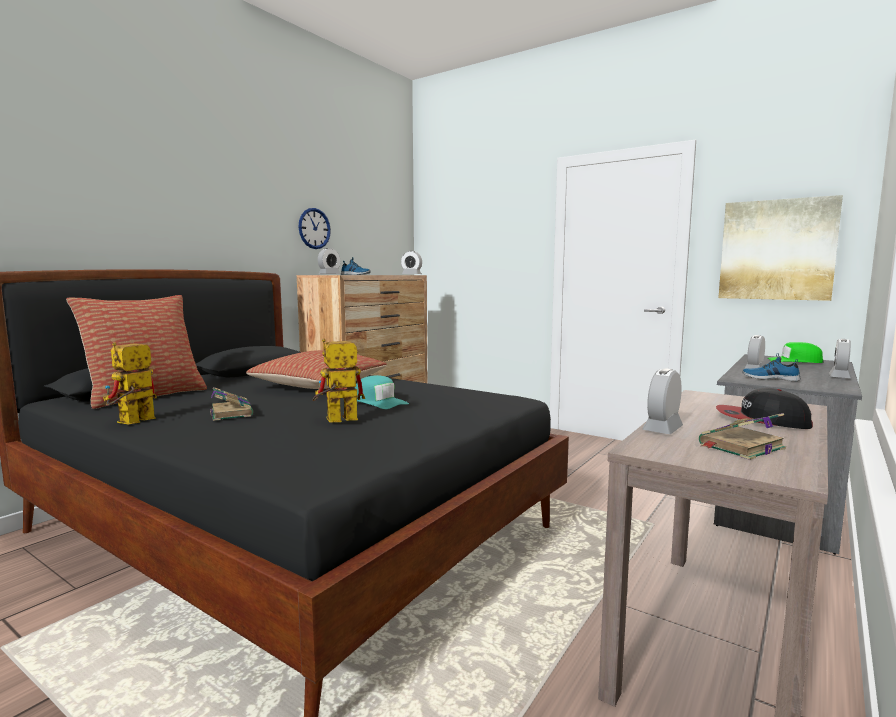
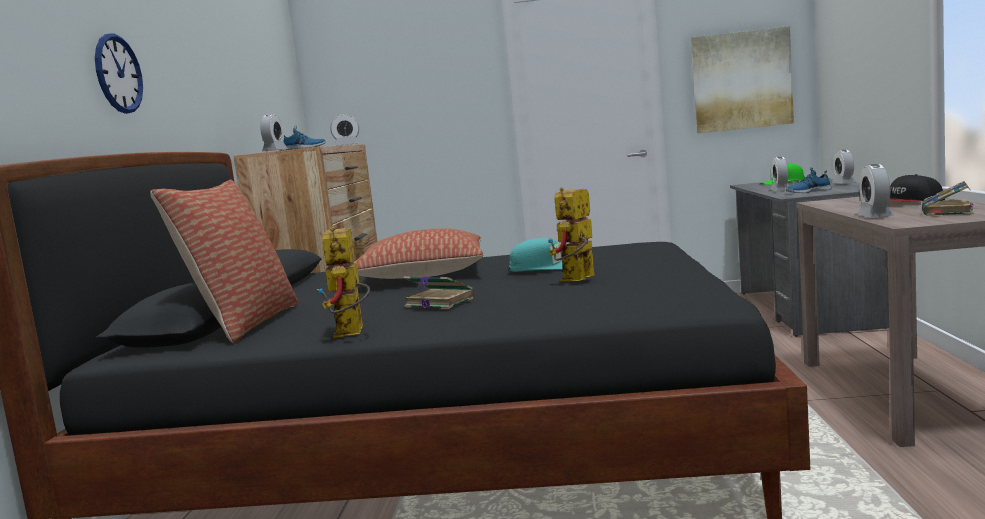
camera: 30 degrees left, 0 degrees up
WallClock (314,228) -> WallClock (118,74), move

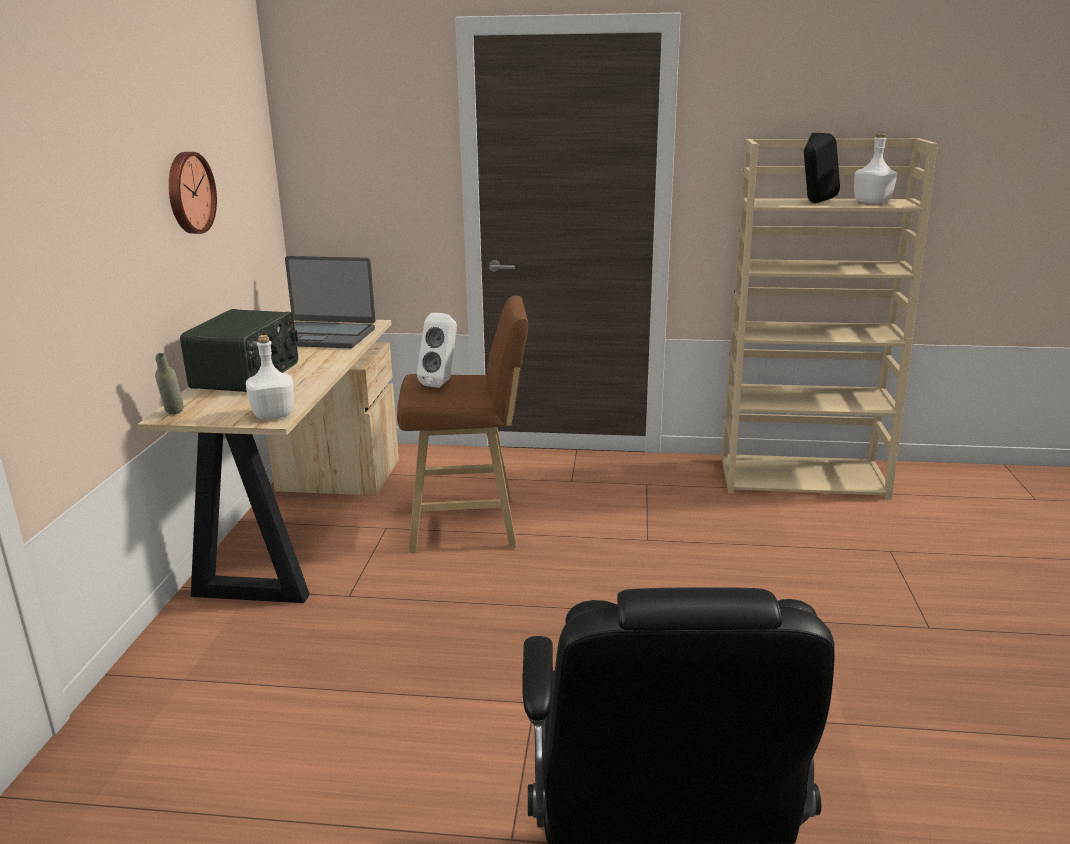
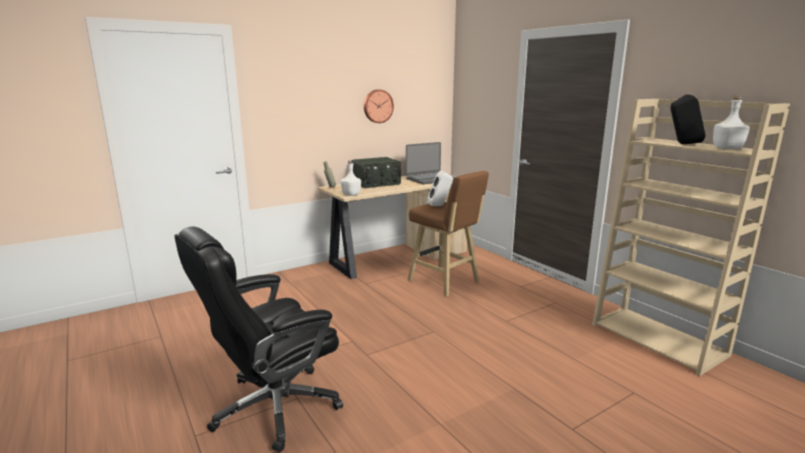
camera: 50 degrees right, 5 degrees down
Laptop (322,336) -> Laptop (431,179), 90 degrees counterclockwise

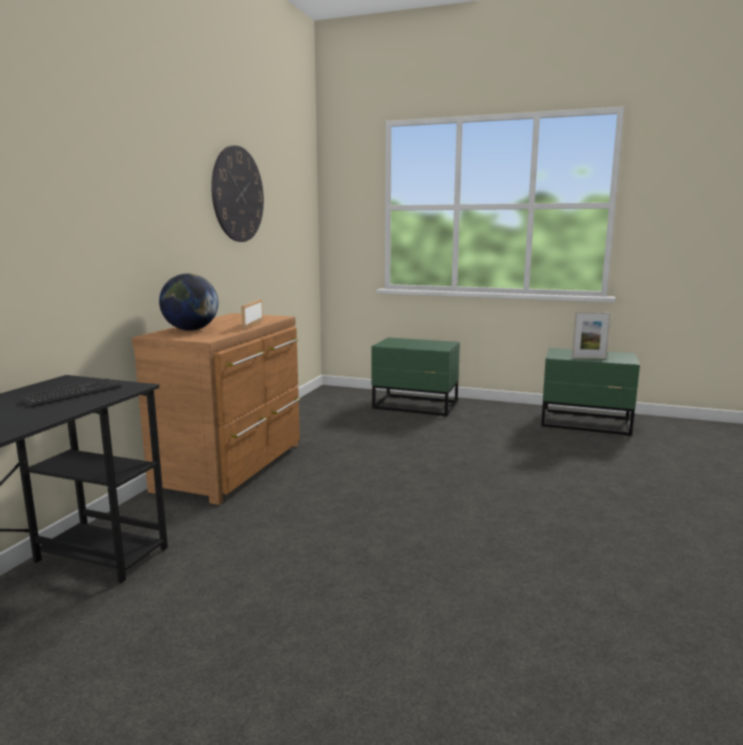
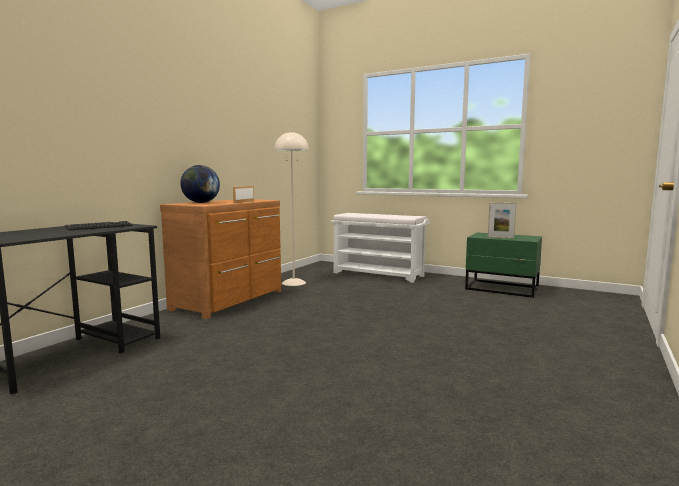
camera: 10 degrees right, 5 degrees down
WallClock (238,194) -> none
GreenNightstand (416,406) -> WhiteBench (379,274)
none -> BeigeFloorLamp (293,283)

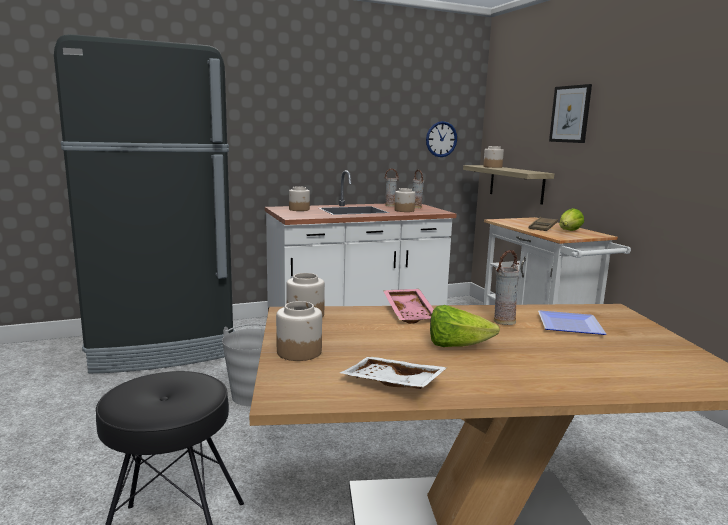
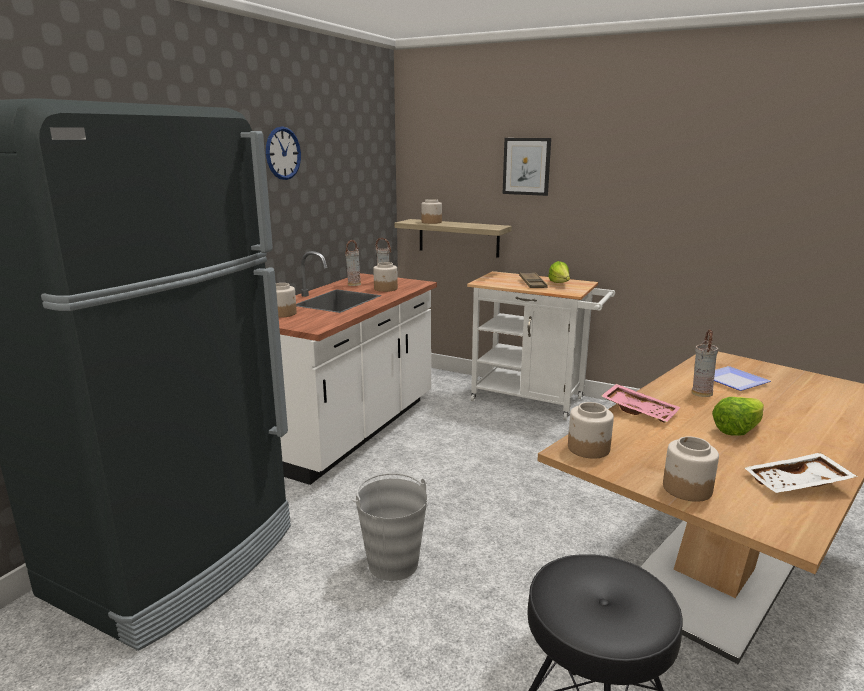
camera: 40 degrees left, 5 degrees up
WallClock (441,139) -> WallClock (283,153), move

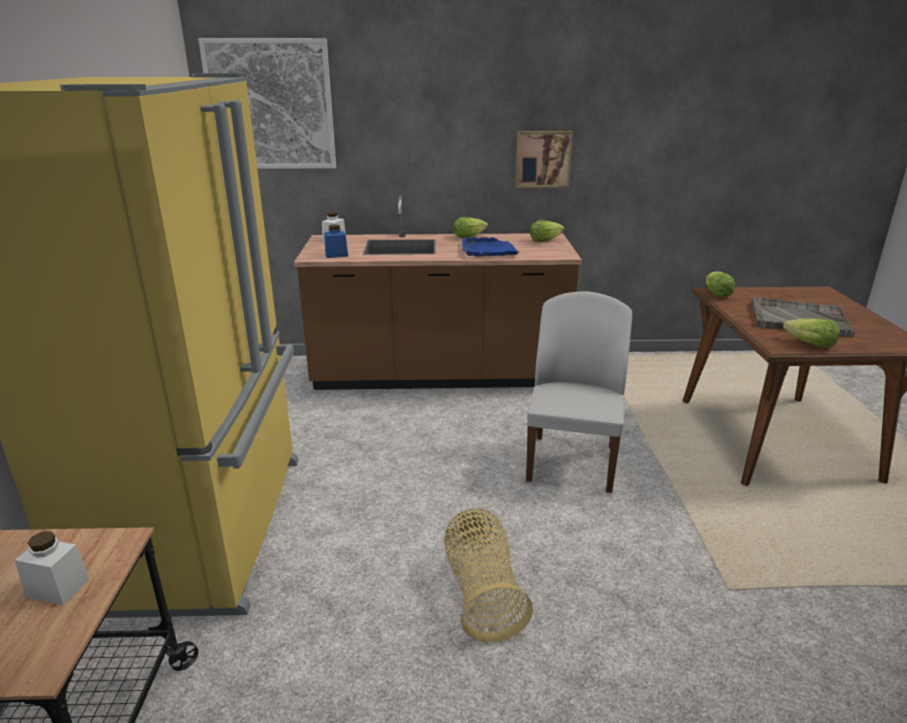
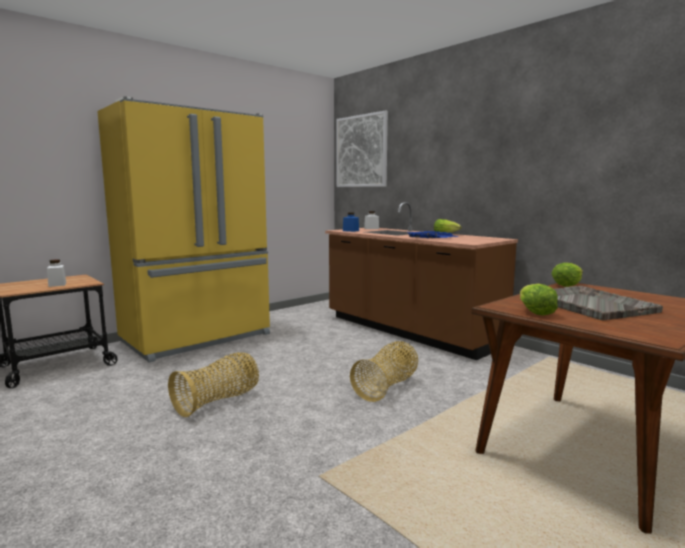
camera: 50 degrees right, 15 degrees down
Picture (542,159) -> none
WhiteChair (572,461) -> Basket (387,387)
Lettuce (544,240) -> none

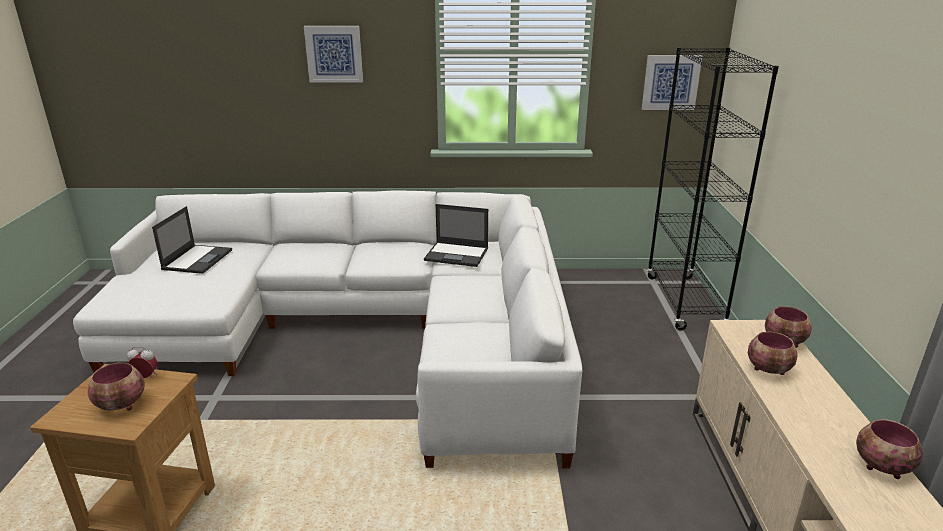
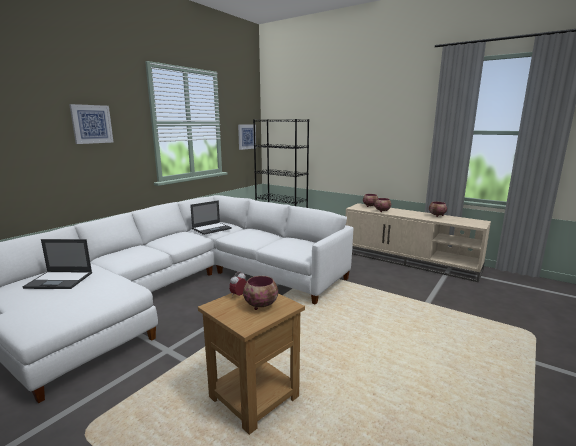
camera: 55 degrees left, 10 degrees down
Laptop (198,259) -> Laptop (60,280), 135 degrees clockwise

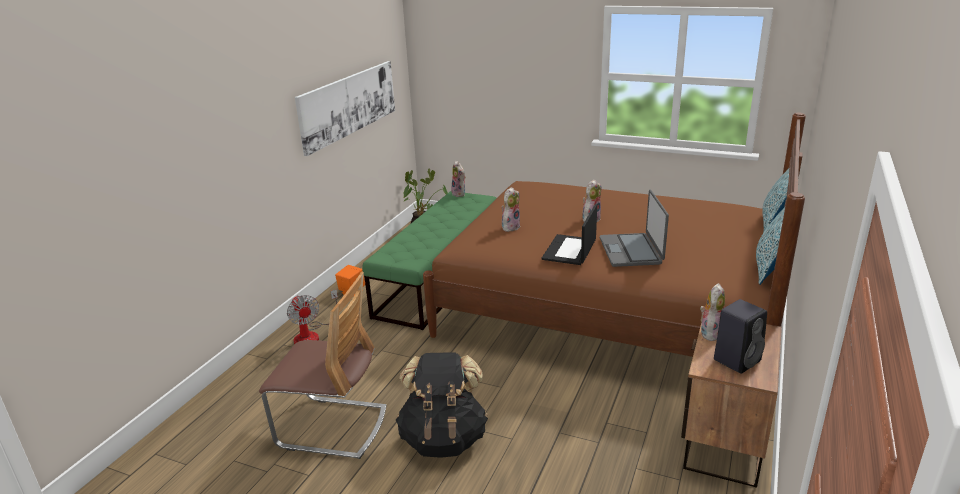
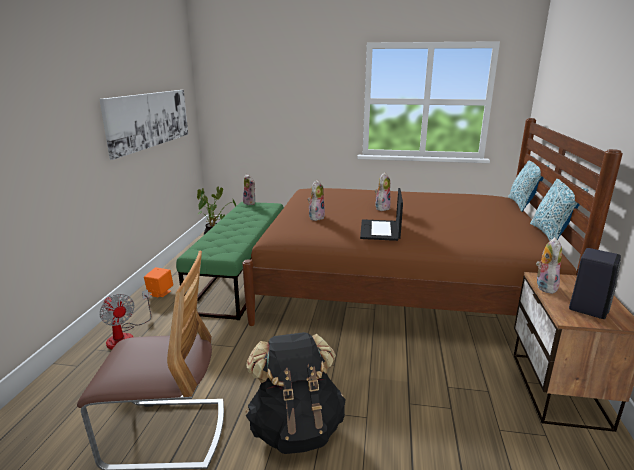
camera: 15 degrees left, 5 degrees down
Laptop (631,251) -> none

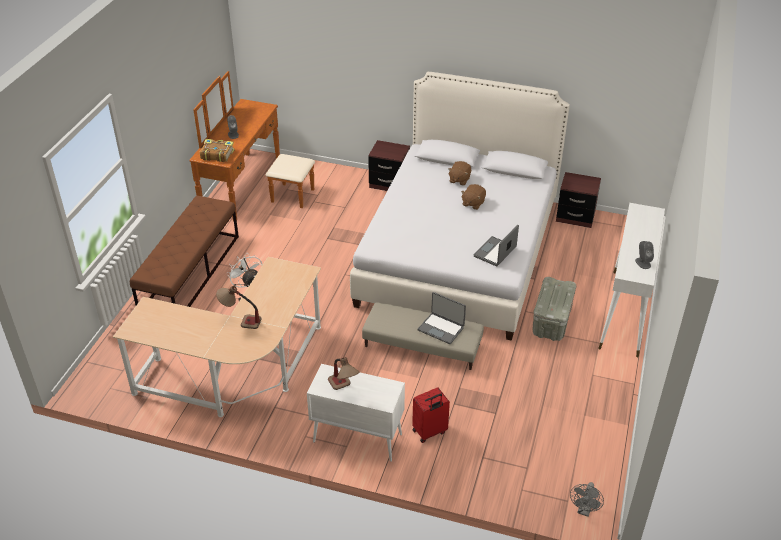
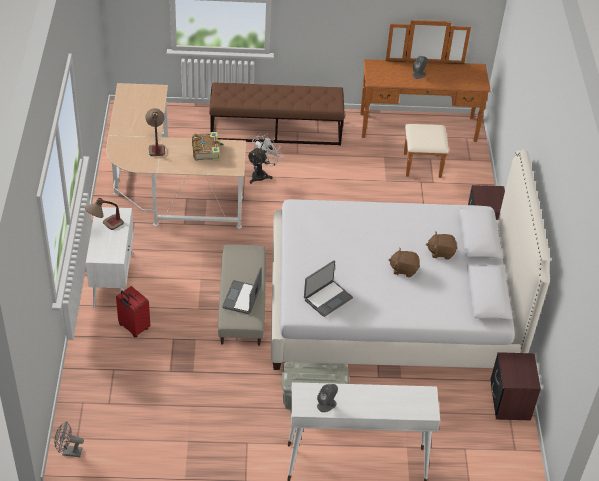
camera: 70 degrees right, 5 degrees up
Book (217,154) -> Book (206,150), move
Laptop (495,252) -> Laptop (327,298), 120 degrees clockwise

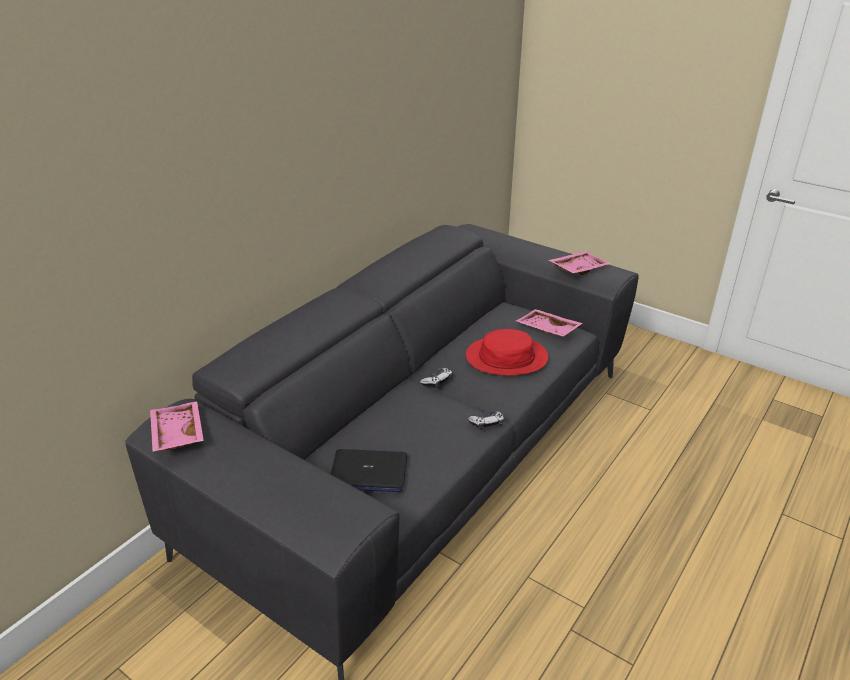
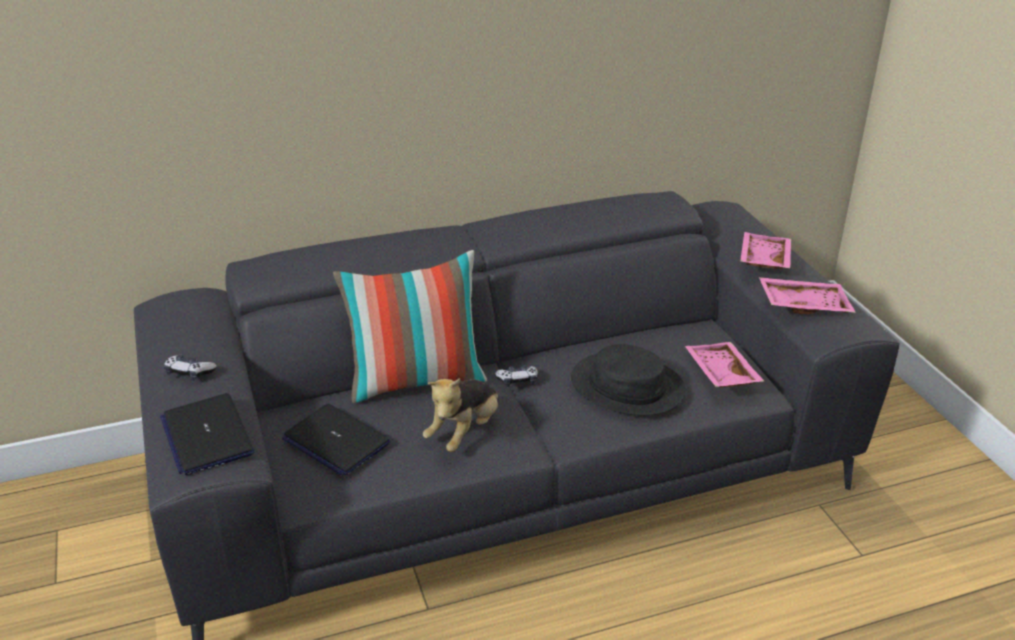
camera: 35 degrees right, 0 degrees up
PinkTray (176,434) -> PinkTray (762,260), move
RedHat (506,357) -> BlackHat (627,385)
GameController (487,424) -> GameController (189,373), move
none -> Laptop (207,435)
none -> Pillow (416,380)
none -> PlushToy (464,432)

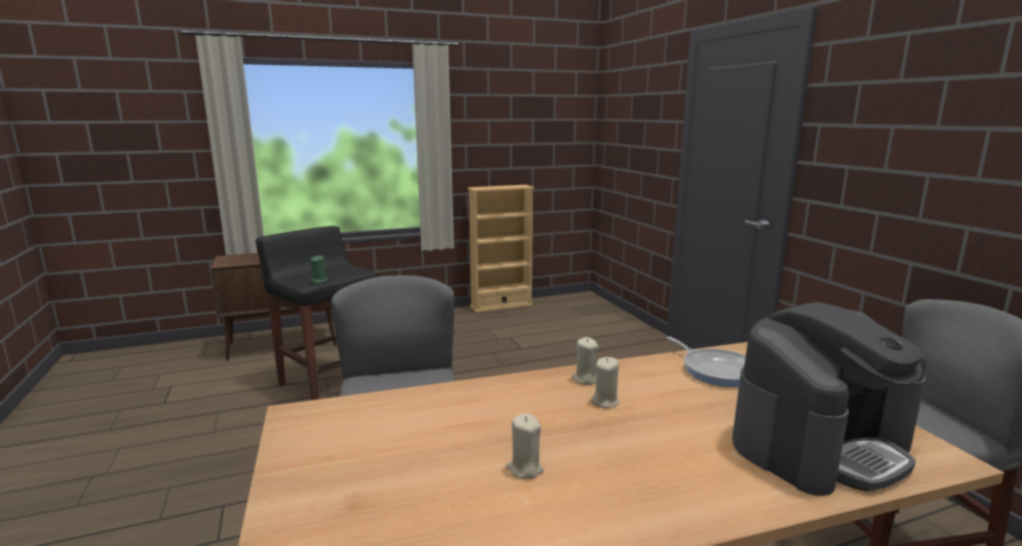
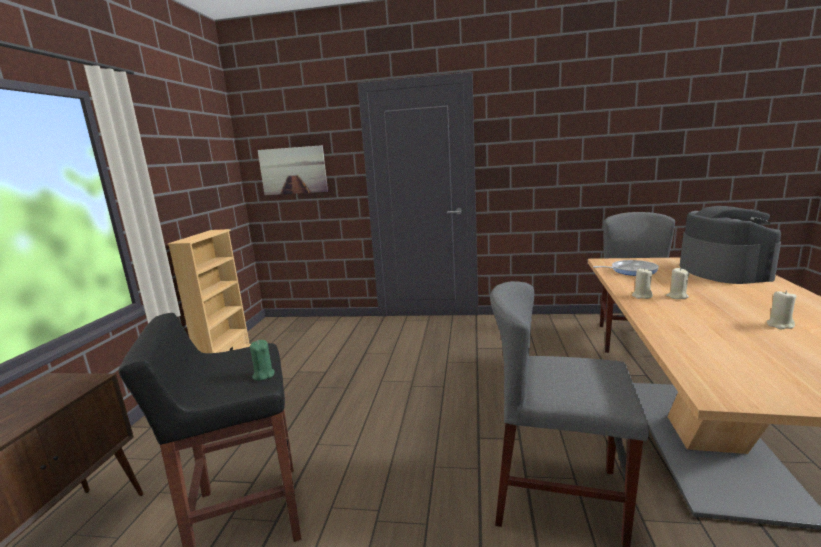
camera: 60 degrees left, 0 degrees up
none -> Picture (293,170)

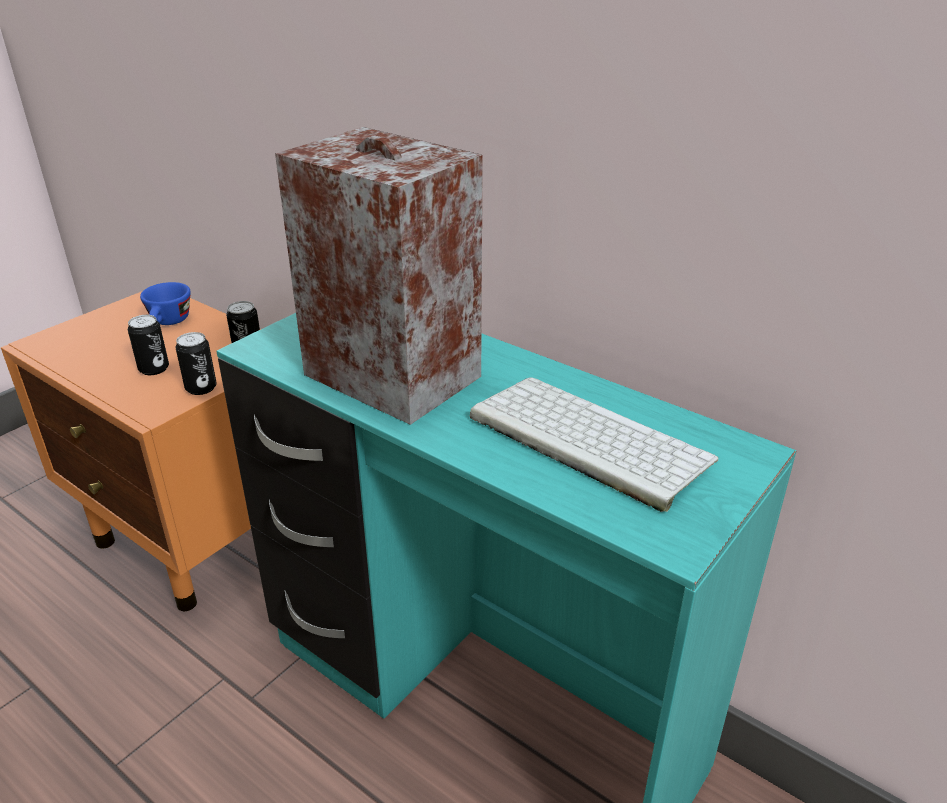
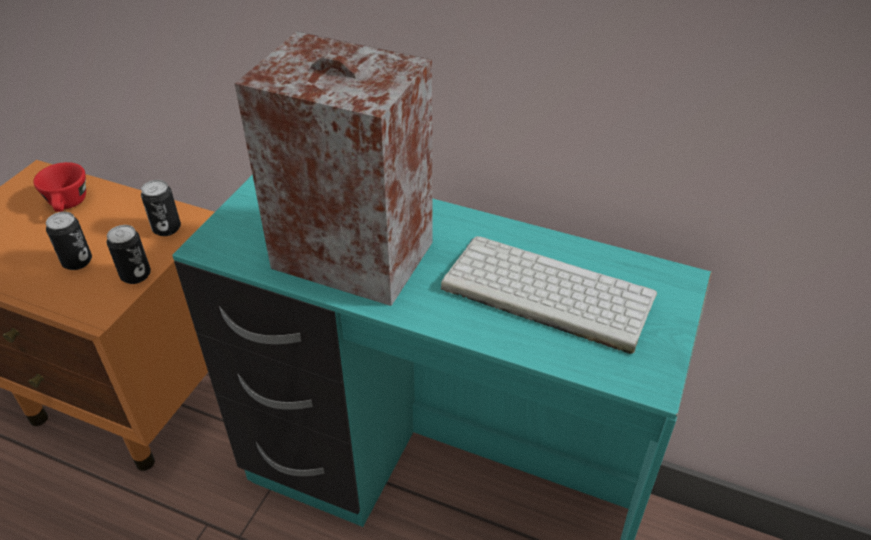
camera: 15 degrees left, 10 degrees up
BlueCup (169,322) -> RedCup (68,205)

